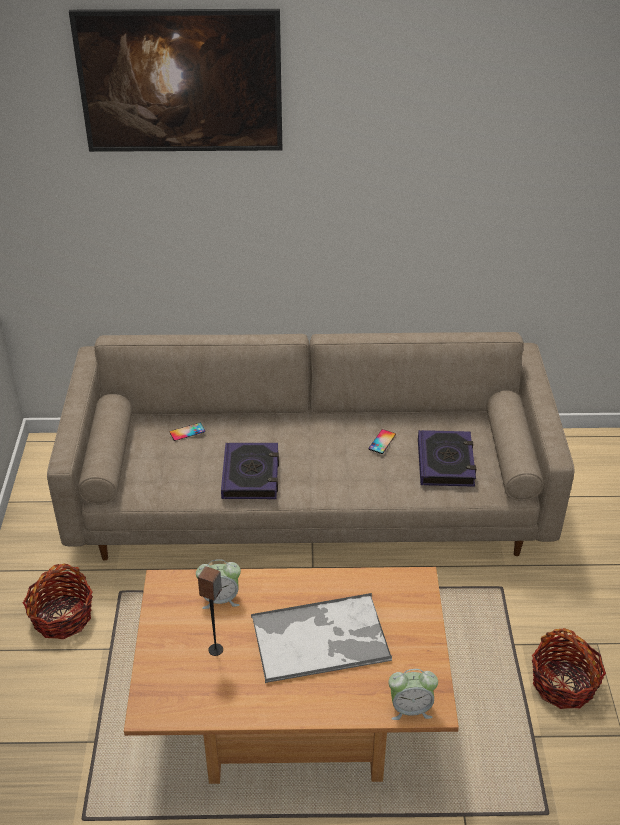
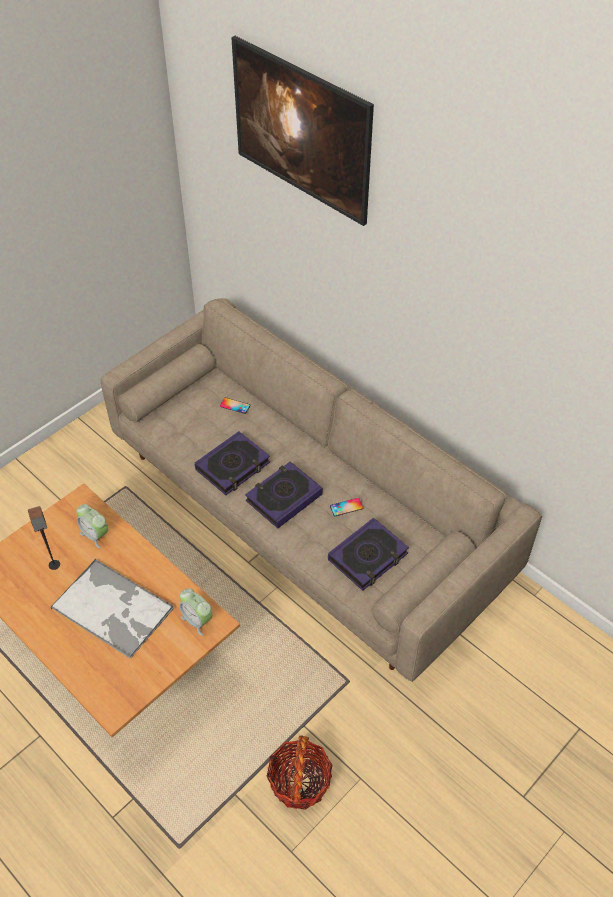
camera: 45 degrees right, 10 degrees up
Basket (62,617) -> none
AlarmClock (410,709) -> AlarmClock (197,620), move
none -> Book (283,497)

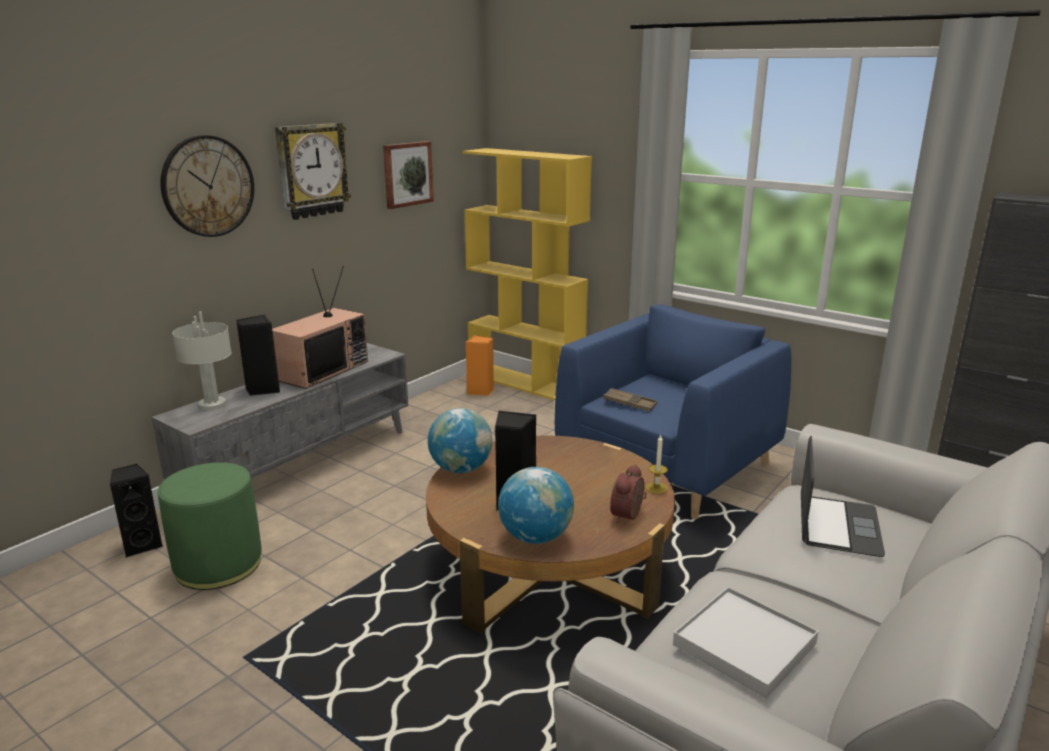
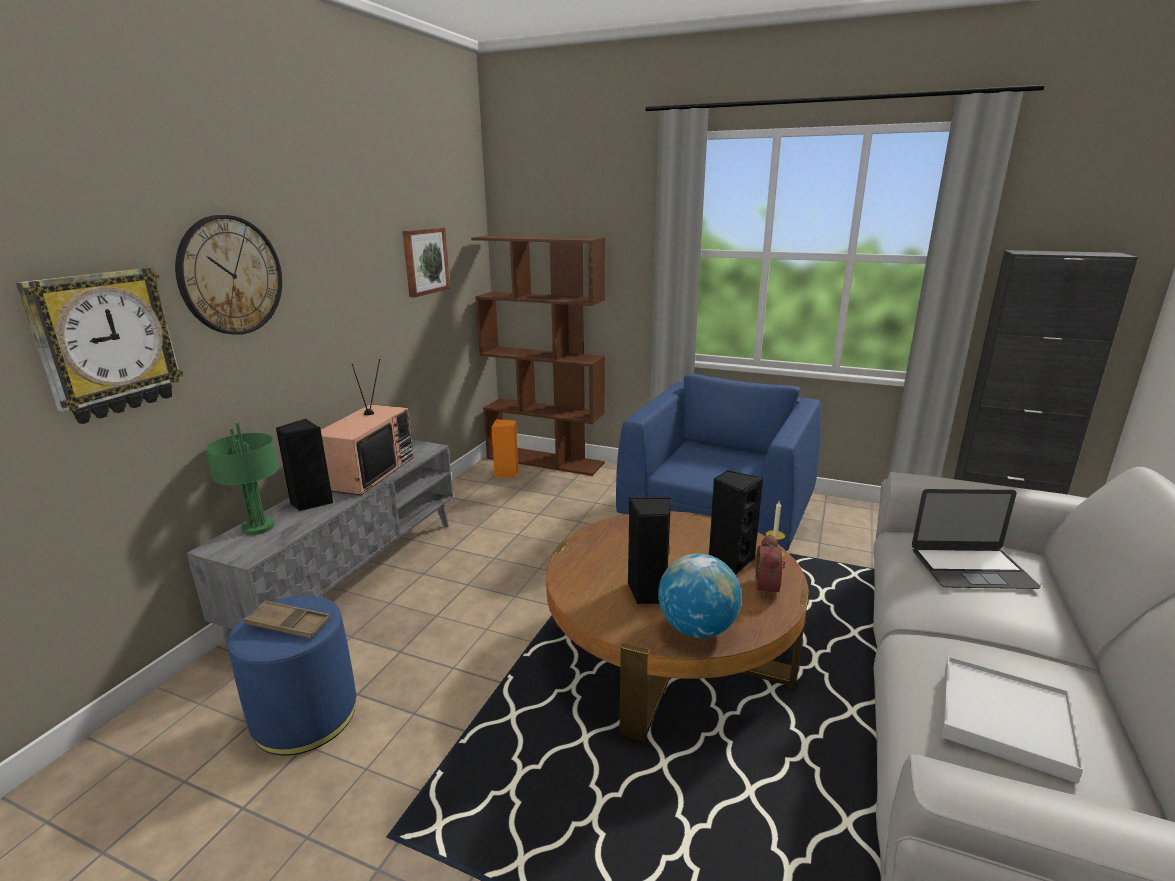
camera: 15 degrees left, 0 degrees up
BlackSpeaker (142,545) -> BlackSpeaker (730,561), move
GreenOttoman (218,564) -> BlueOttoman (305,716)
GreyTableLamp (212,405) -> GreenTableLamp (259,527)
WallClock (312,170) -> WallClock (106,344), move
Globe (461,469) -> none
YellowBookcase (526,383) -> BrownBookcase (546,460)
BrownTray (629,403) -> BrownTray (288,624), move
Laptop (838,525) -> Laptop (971,568), 90 degrees clockwise

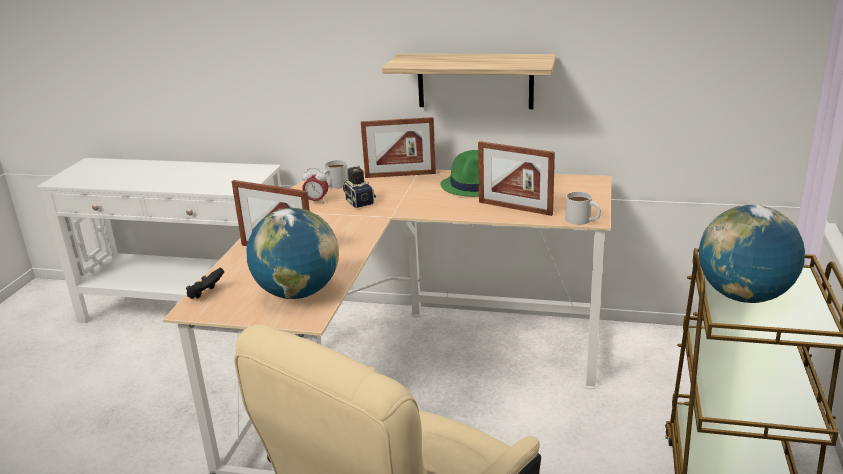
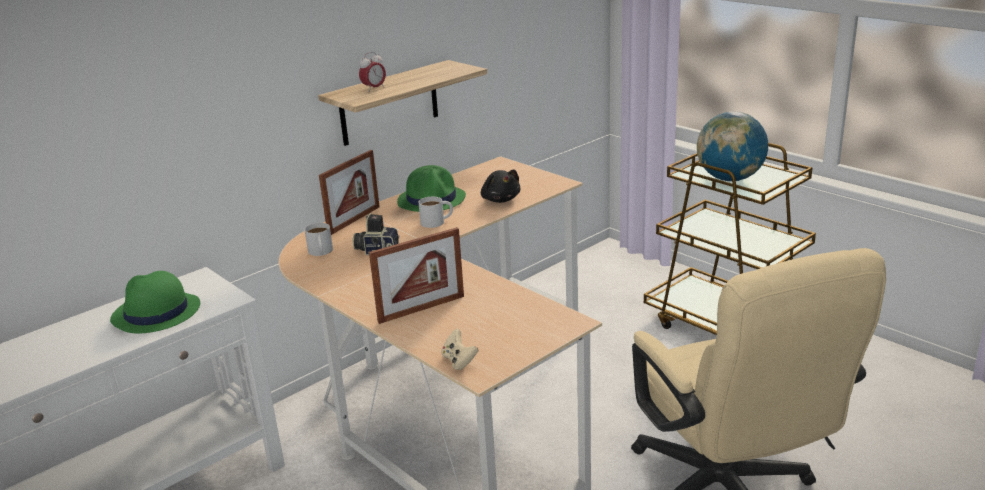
camera: 55 degrees left, 0 degrees up
BlackGameController (206,294) -> BeigeGameController (459,361)
Globe (298,293) -> none
AlarmClock (316,201) -> AlarmClock (374,89), move
PictureFrame (515,208) -> BlackPlushToy (500,199)
WhiteMug (582,220) -> WhiteMug (437,221), move
none -> GreenHat (156,313)

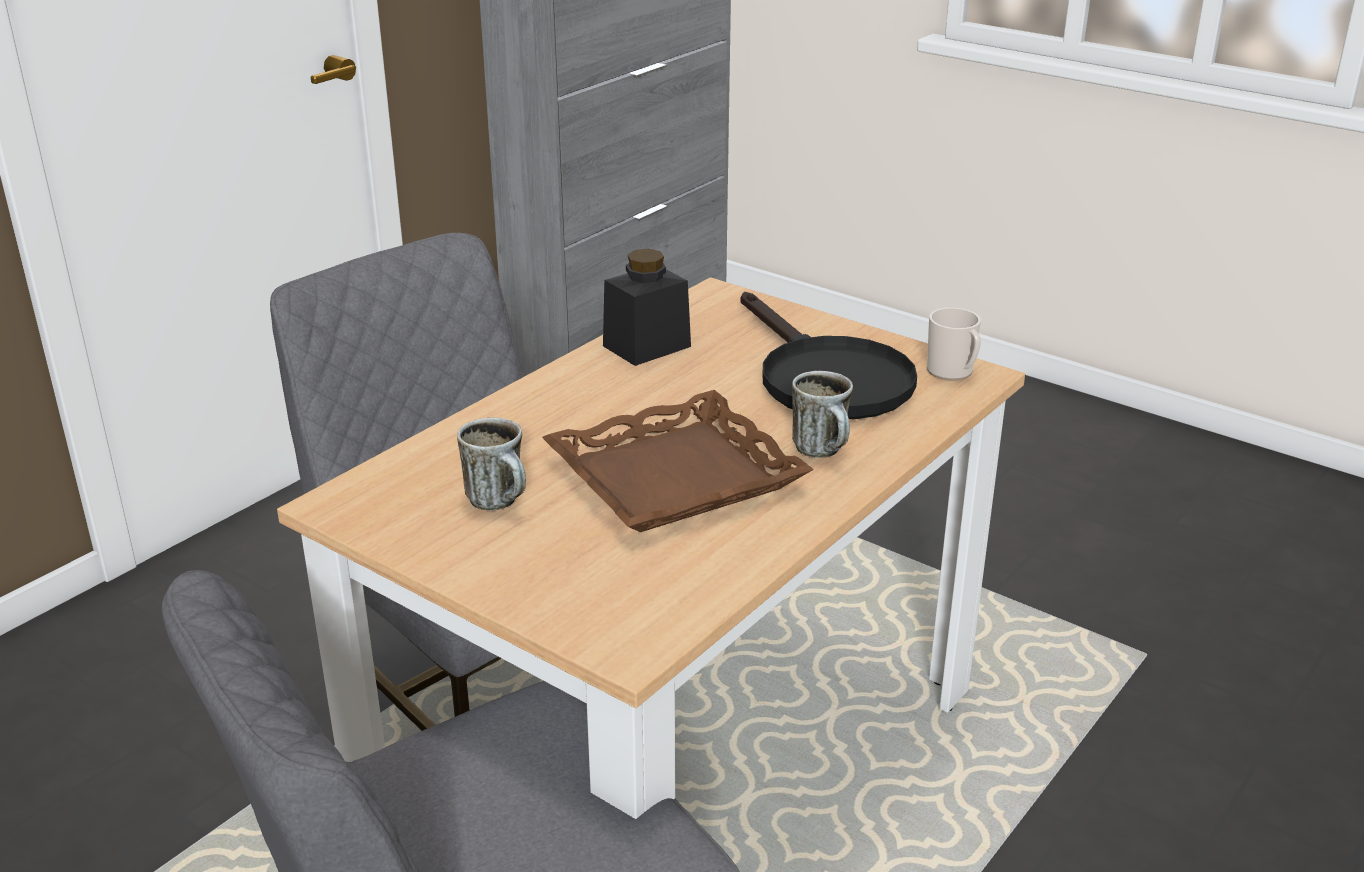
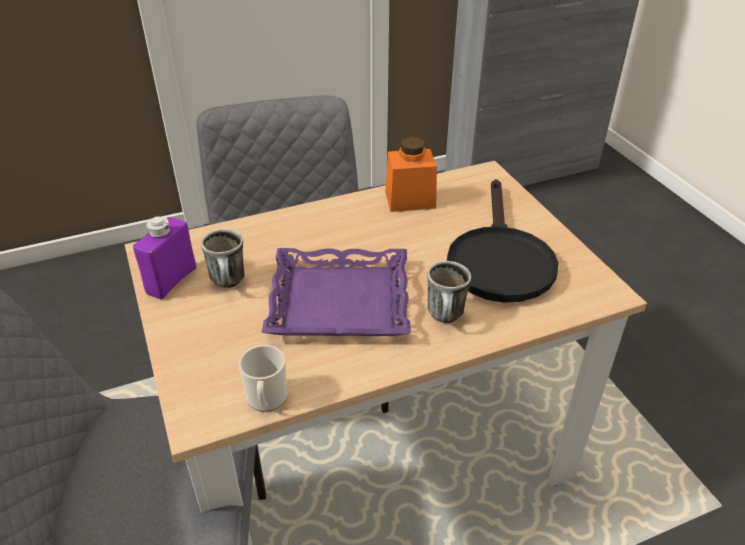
camera: 30 degrees right, 10 degrees up
BrownTray (675,477) -> PurpleTray (339,302)
BlackJar (646,346) -> OrangeJar (410,200)
Mug (953,372) -> Mug (266,400), move
none -> PurpleBottle (171,280)

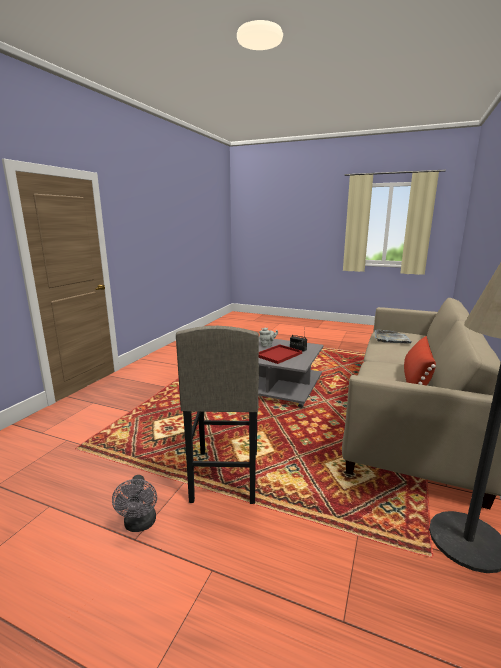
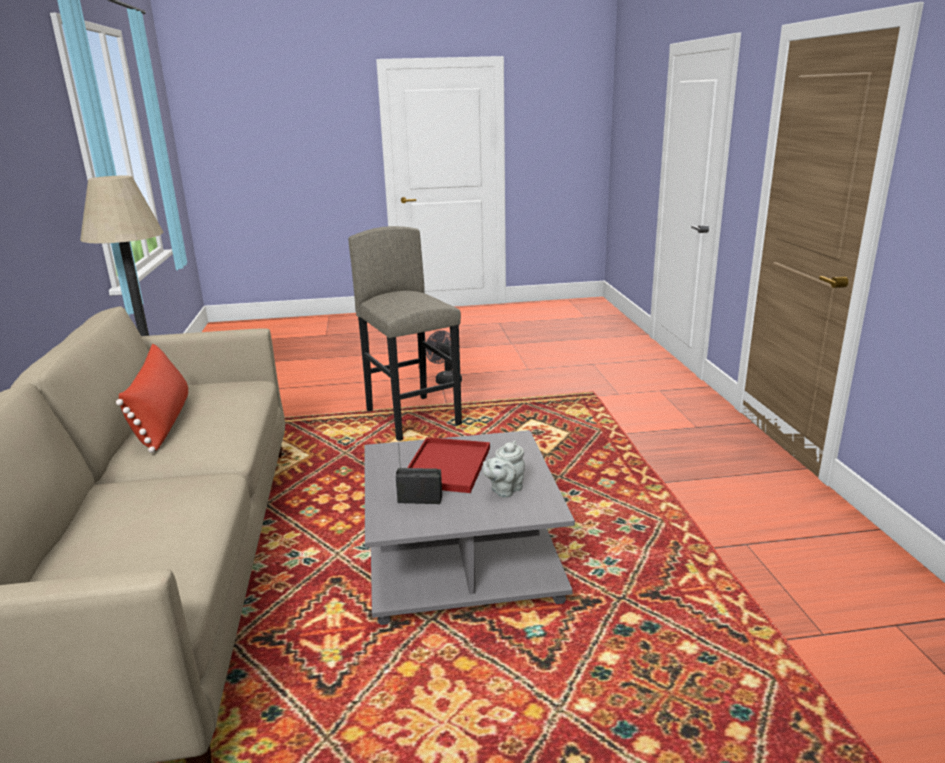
camera: 150 degrees right, 5 degrees up
GreyTray (391,338) -> none

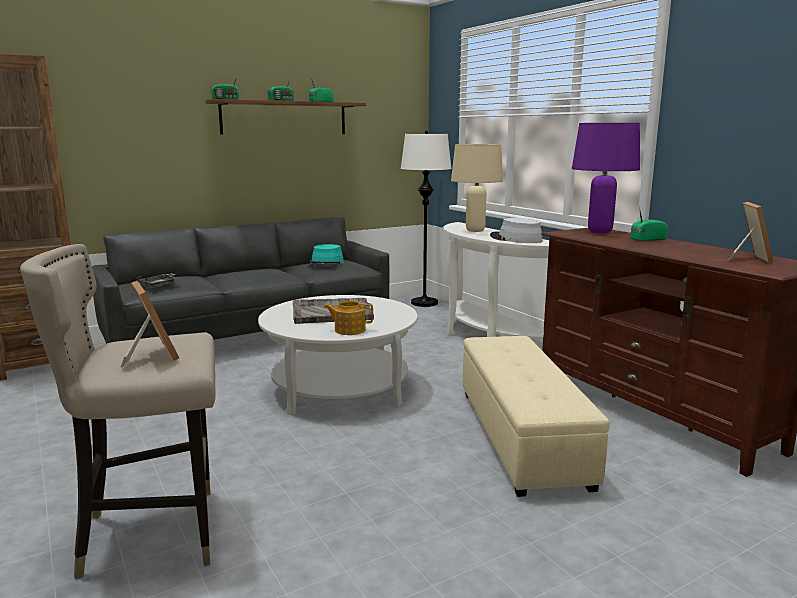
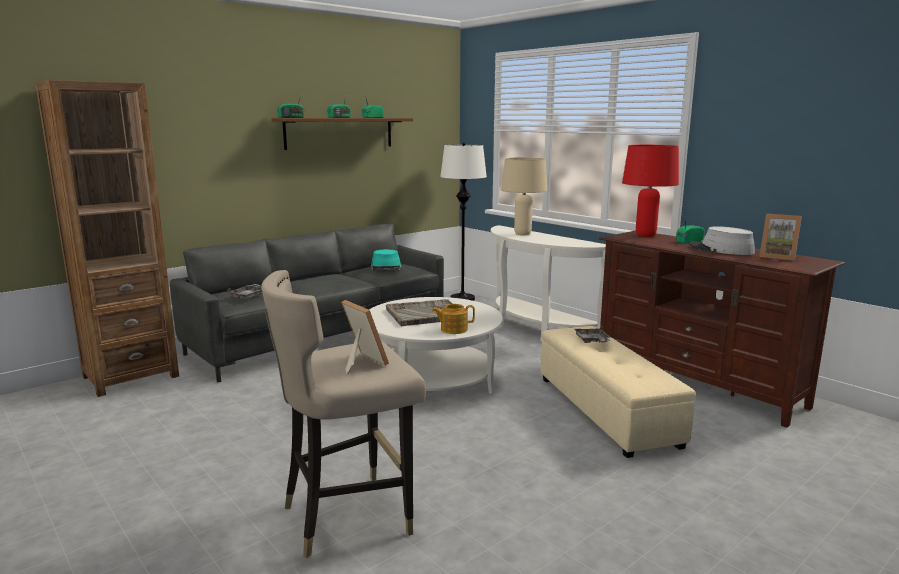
camera: 10 degrees left, 0 degrees up
GreyHat (515,239) -> GreyHat (721,249), move
PurpleTableLamp (600,232) -> RedTableLamp (645,235)
PictureFrame (747,258) -> PictureFrame (777,257), 120 degrees clockwise
none -> GreyTray (592,341)

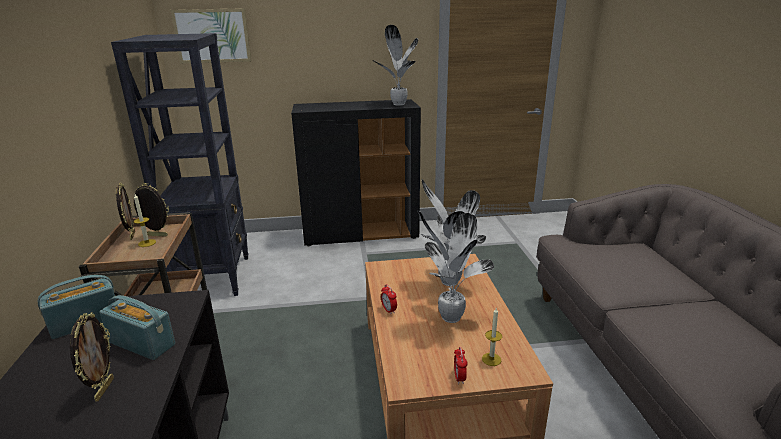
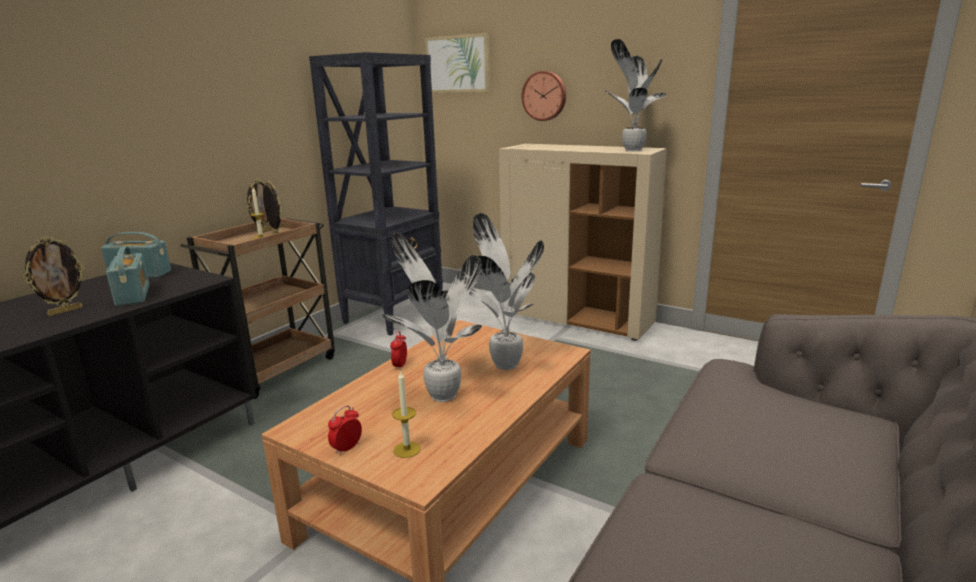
camera: 40 degrees right, 5 degrees down
BlackCabinet (361,234) -> BeigeCabinet (577,319)
none -> WallClock (544,96)

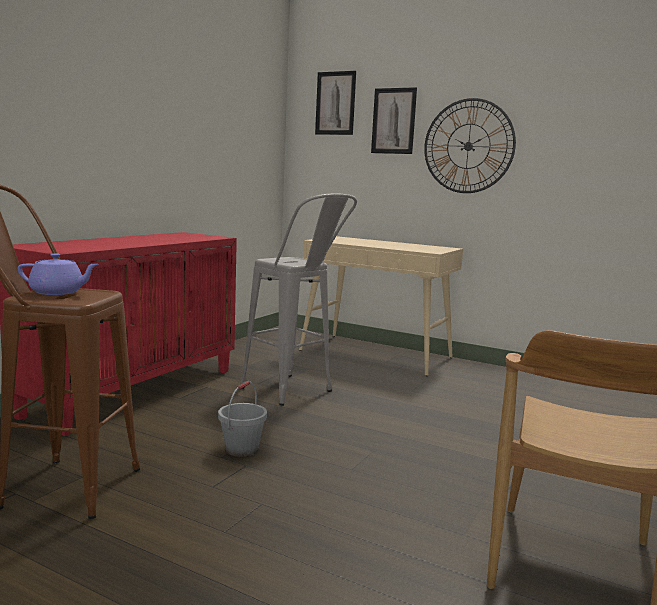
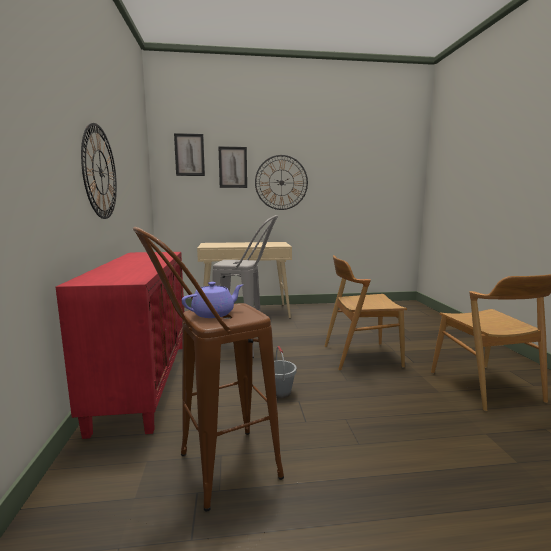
camera: 35 degrees left, 0 degrees up
none -> WallClock (100,172)
none -> BrownChair (361,356)

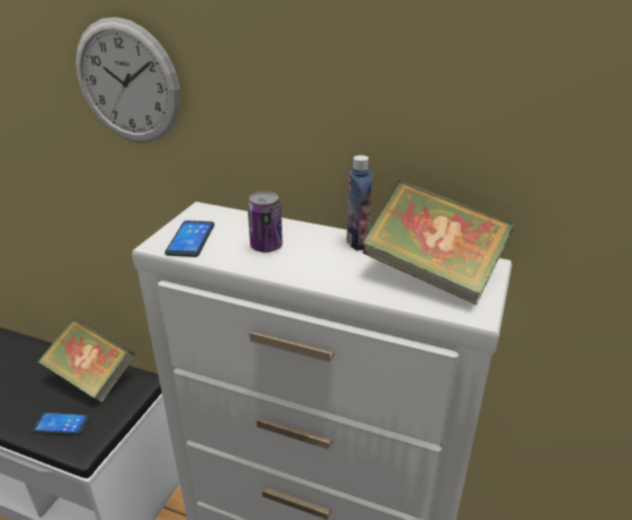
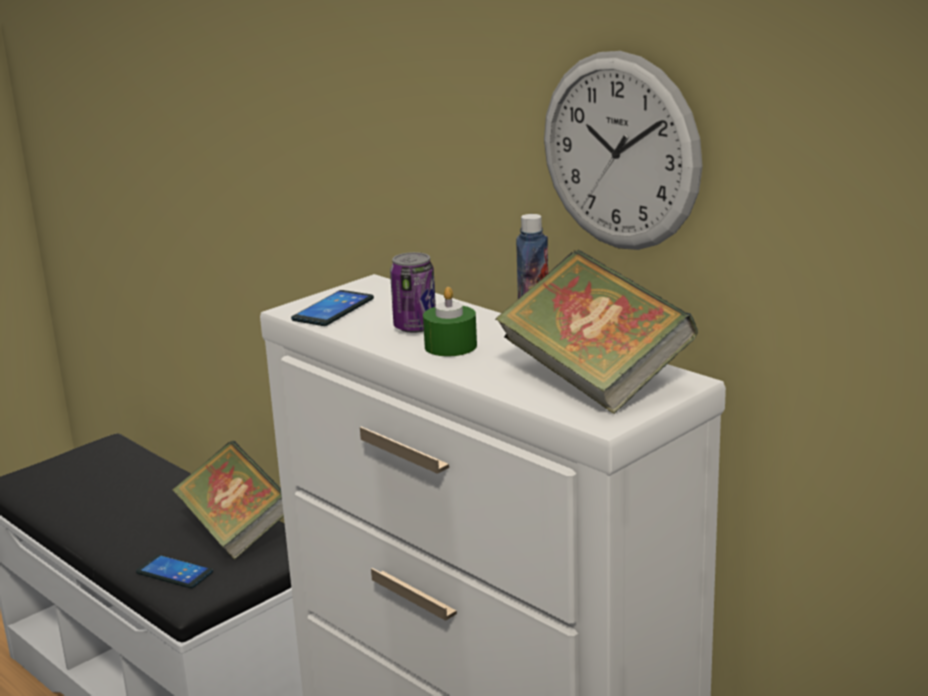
camera: 25 degrees right, 10 degrees down
WallClock (127,83) -> WallClock (619,152), move
none -> GreenCandle (450,346)

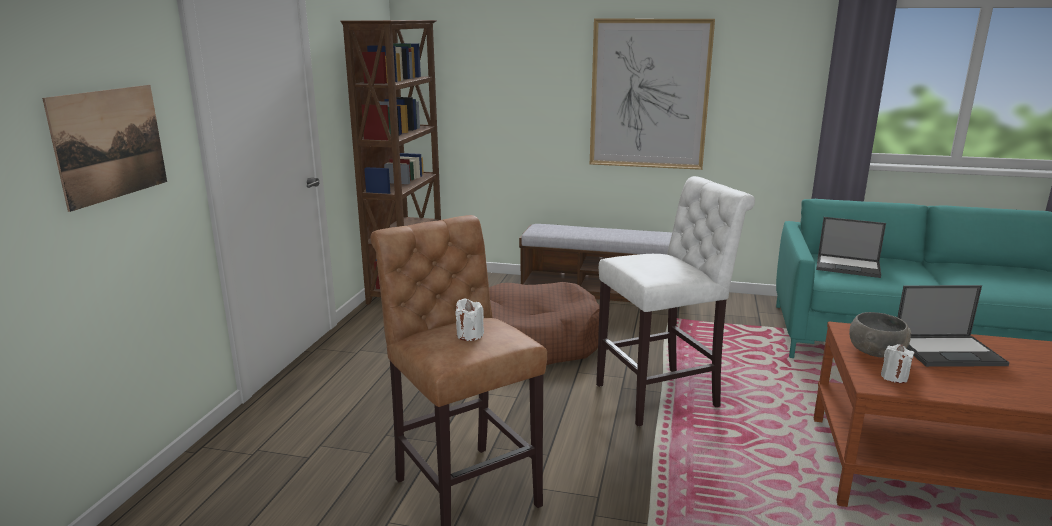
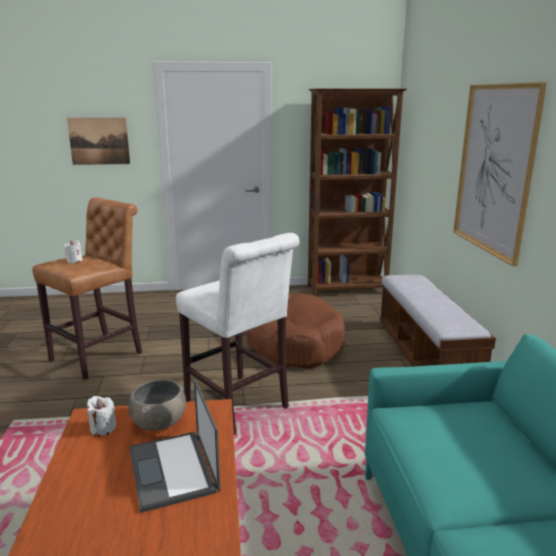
camera: 70 degrees right, 0 degrees up
Laptop (848,266) -> none

